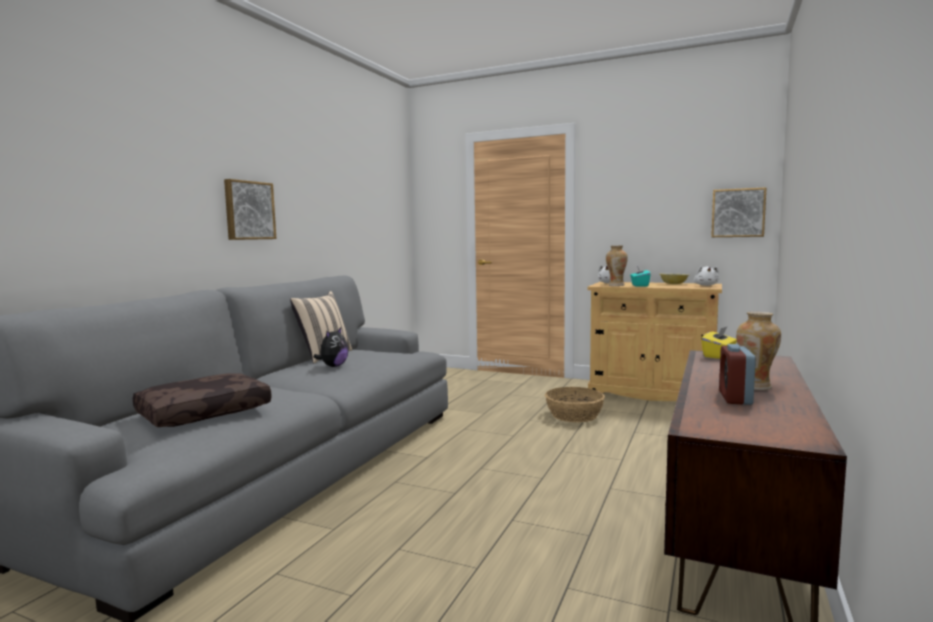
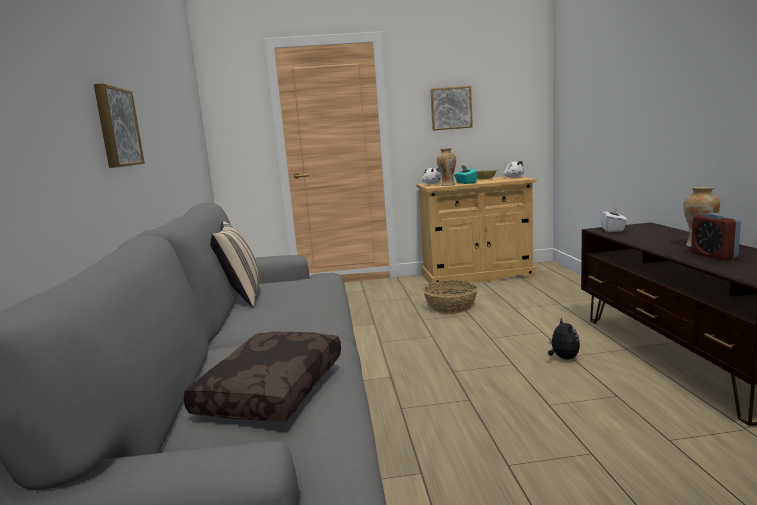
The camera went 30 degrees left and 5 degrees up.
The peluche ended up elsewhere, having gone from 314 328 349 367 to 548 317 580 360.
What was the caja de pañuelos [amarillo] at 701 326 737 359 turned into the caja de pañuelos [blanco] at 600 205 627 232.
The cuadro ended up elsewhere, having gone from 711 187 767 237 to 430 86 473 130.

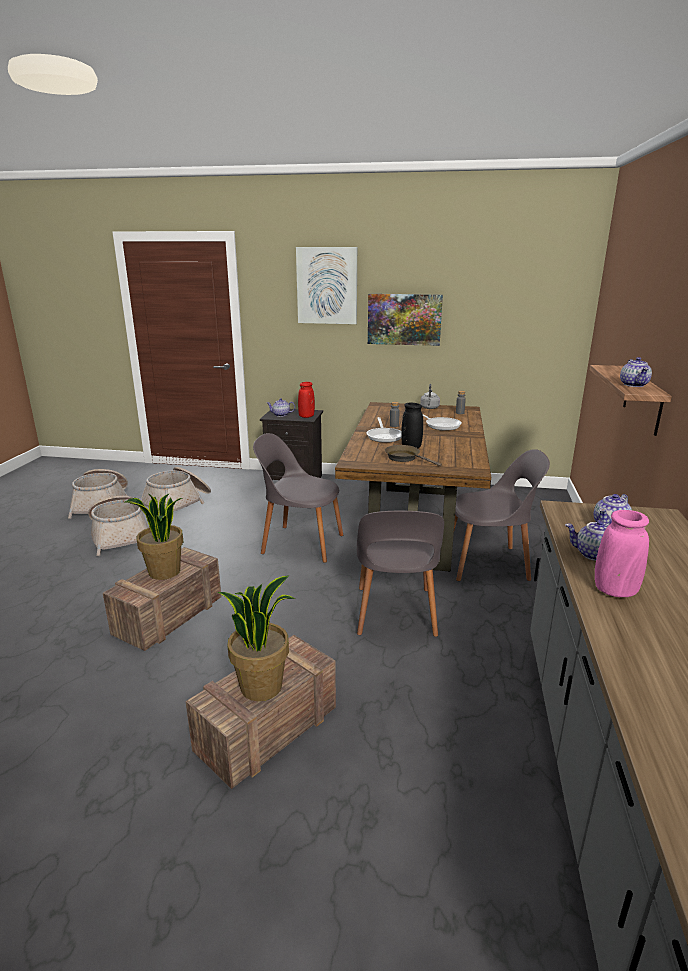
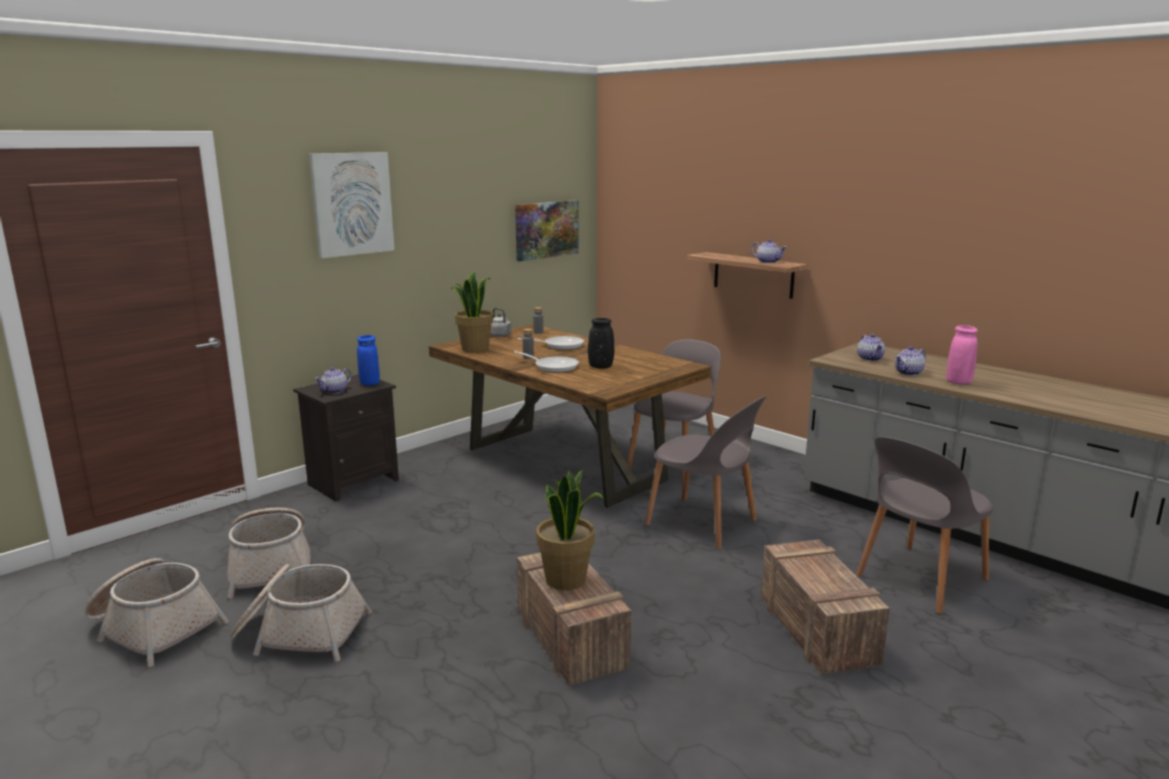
The camera went 55 degrees left and 5 degrees down.
The planta en maceta ended up elsewhere, having gone from 218 575 296 701 to 451 272 493 353.
The silla [gris] ended up elsewhere, having gone from 253 433 343 563 to 856 437 993 614.
What was the florero [rojo] at 298 382 315 418 turned into the florero [azul] at 357 335 380 386.
The cuadro ended up elsewhere, having gone from 368 294 443 346 to 515 200 579 261.
The second view lost the sartén [marrón] at 385 445 442 466.

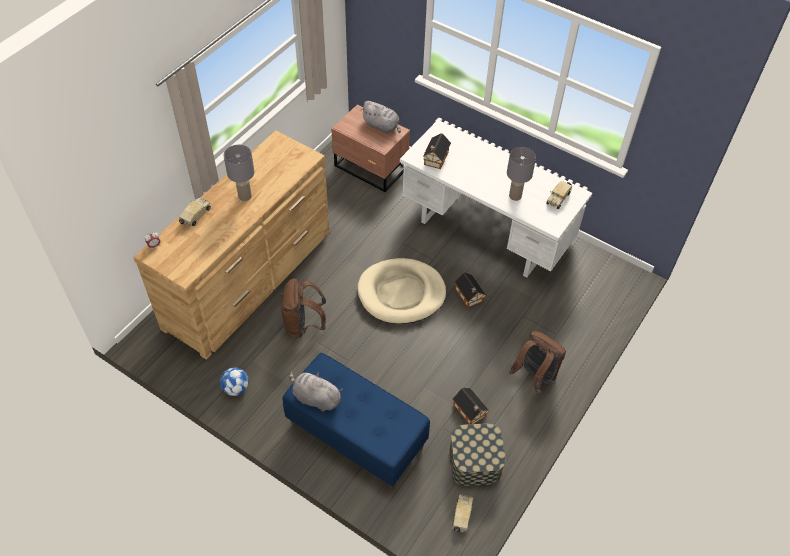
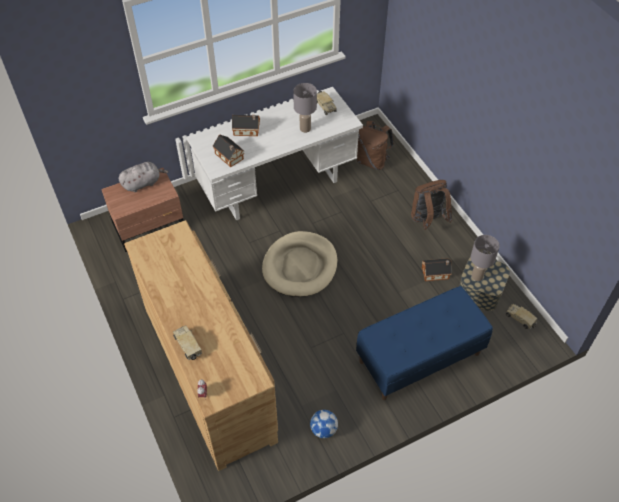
The camera went 60 degrees left and 0 degrees up.
The lámpara de mesa [gris] ended up elsewhere, having gone from 224 145 254 201 to 471 235 500 281.
The mochila [marrón] ended up elsewhere, having gone from 280 278 326 338 to 357 121 394 170.
The second view lost the peluche [gris] at 289 372 343 412.
The casita ended up elsewhere, having gone from 455 272 486 308 to 232 115 260 136.

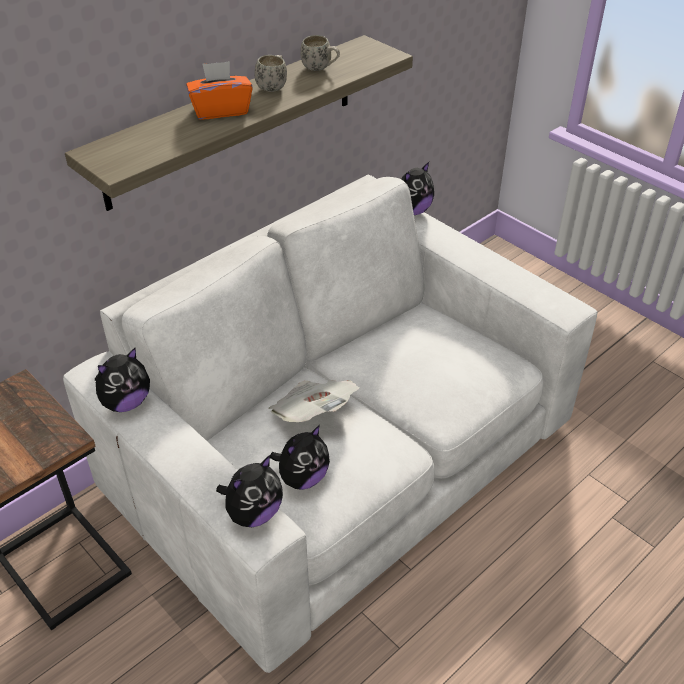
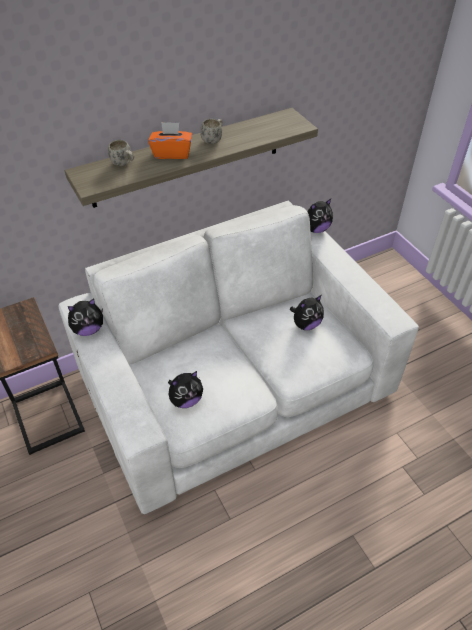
The camera went 15 degrees right and 5 degrees up.
The peluche ended up elsewhere, having gone from 216 455 283 527 to 290 295 324 330.
The second view lost the periódico at 268 380 360 422.
The taza grande [blanco] ended up elsewhere, having gone from 300 35 340 71 to 108 140 134 166.

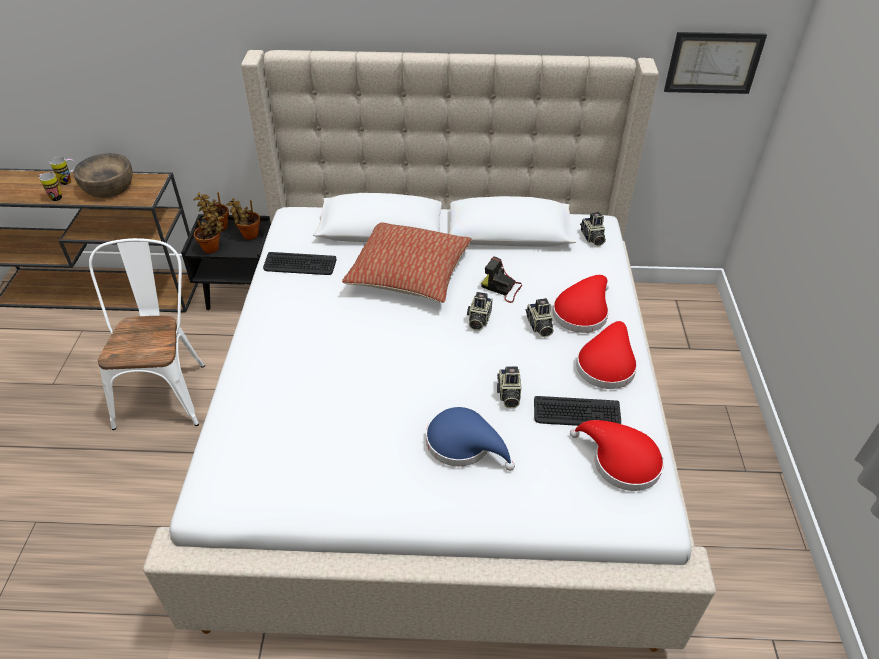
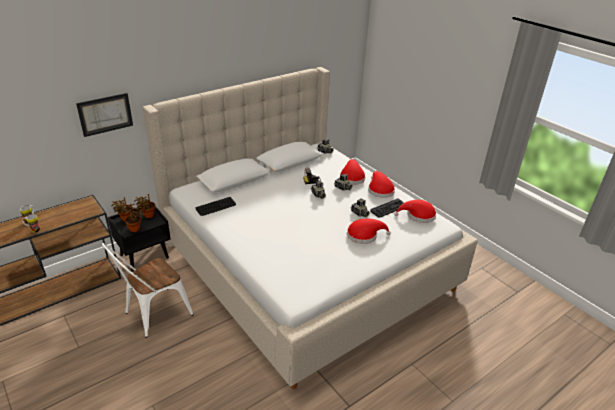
The camera went 40 degrees left and 10 degrees down.
The second view lost the cuenco [marrón] at 73 153 133 198.
The silla [blanco] at 89 238 205 430 ended up facing another way, 90 degrees counterclockwise from before.
The second view lost the cojín at 342 223 472 303.
What was the sombrero [azul] at 426 407 515 471 turned into the sombrero [rojo] at 347 219 391 244.
The cuadro ended up elsewhere, having gone from 664 32 767 94 to 76 93 133 137.

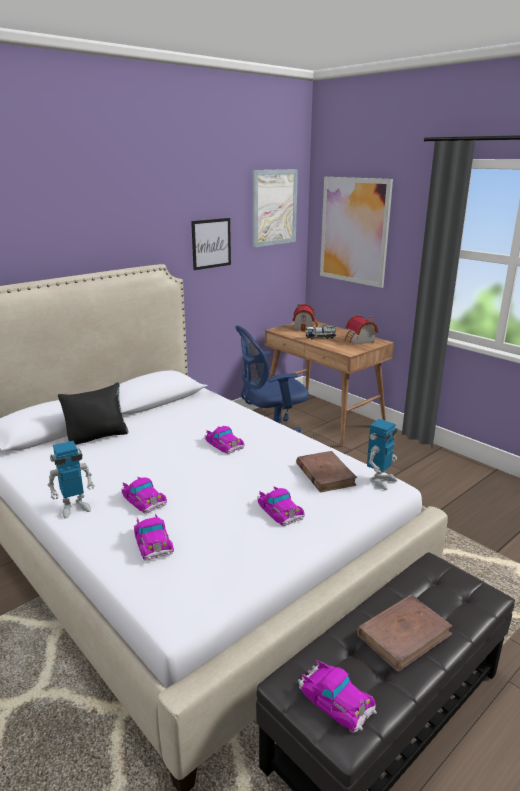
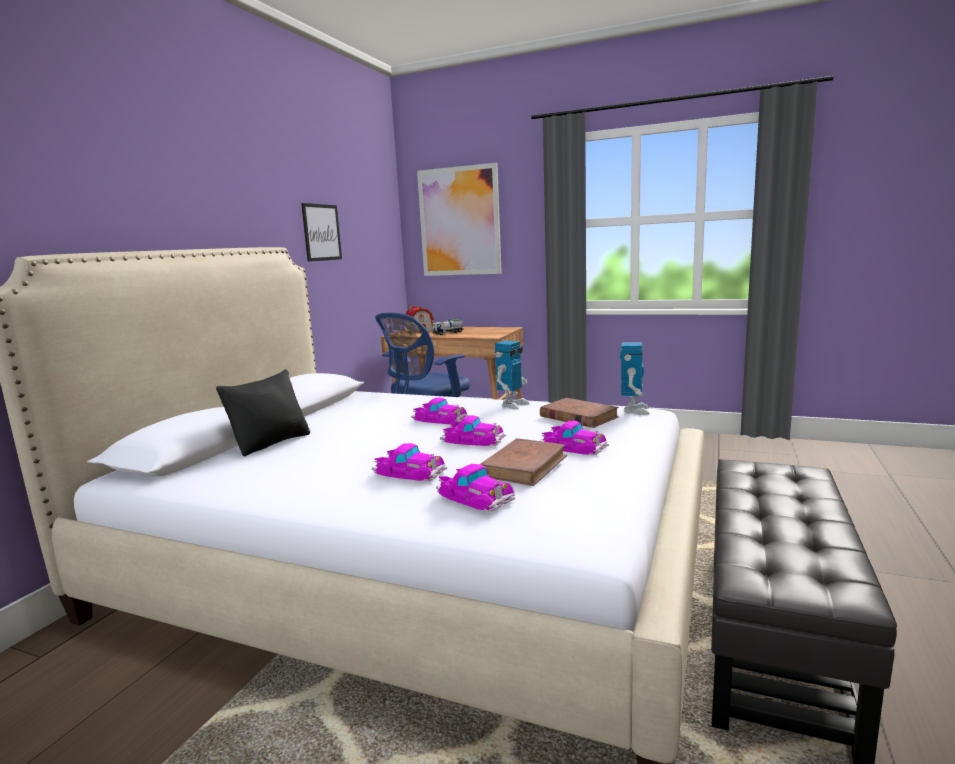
The camera went 25 degrees left and 10 degrees down.
The robot de juguete ended up elsewhere, having gone from 48 441 95 519 to 495 341 530 410.
The second view lost the cuadro at 252 169 298 247.
The coche de juguete ended up elsewhere, having gone from 298 660 377 733 to 440 415 506 446.
The second view lost the casita at 344 315 378 344.
The libro [marrón] ended up elsewhere, having gone from 357 595 453 672 to 481 438 567 486.

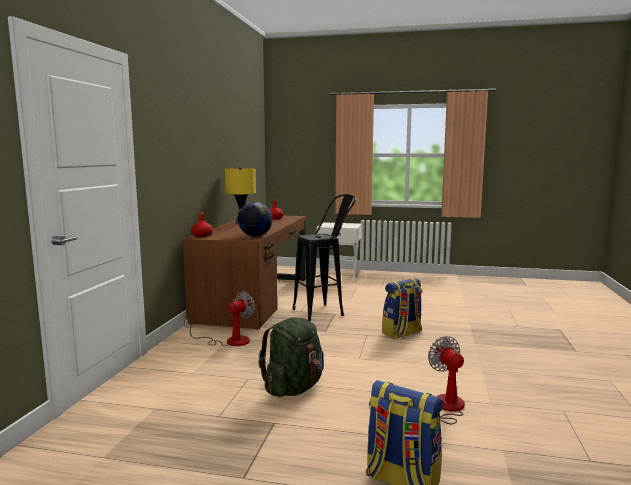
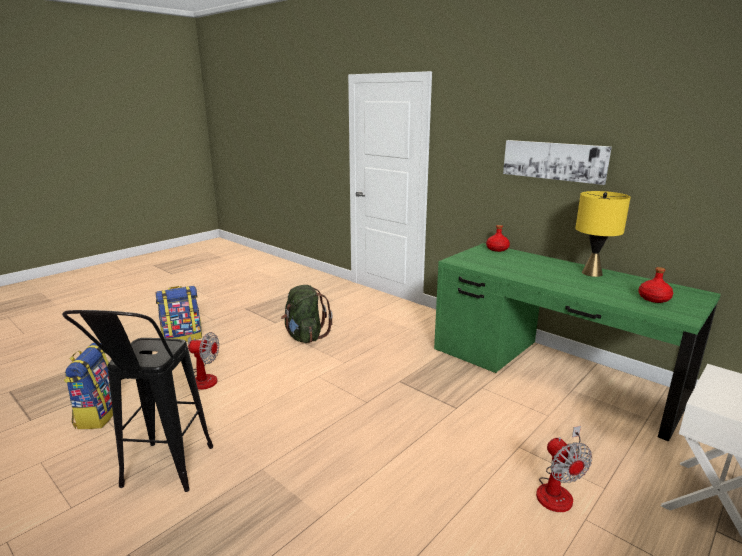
The camera went 120 degrees right and 10 degrees up.
What was the escritorio [marrón] at 183 215 306 330 turned into the escritorio [verde] at 434 243 721 442.
The ventilador ended up elsewhere, having gone from 184 291 255 346 to 536 426 592 512.
The second view lost the globo terráqueo at 238 202 273 237.
The taburete [negro] ended up elsewhere, having gone from 293 194 356 321 to 62 310 213 492.
The mochila ended up elsewhere, having gone from 382 278 423 339 to 64 343 113 429.
The second view gained the cuadro at 503 140 612 185.

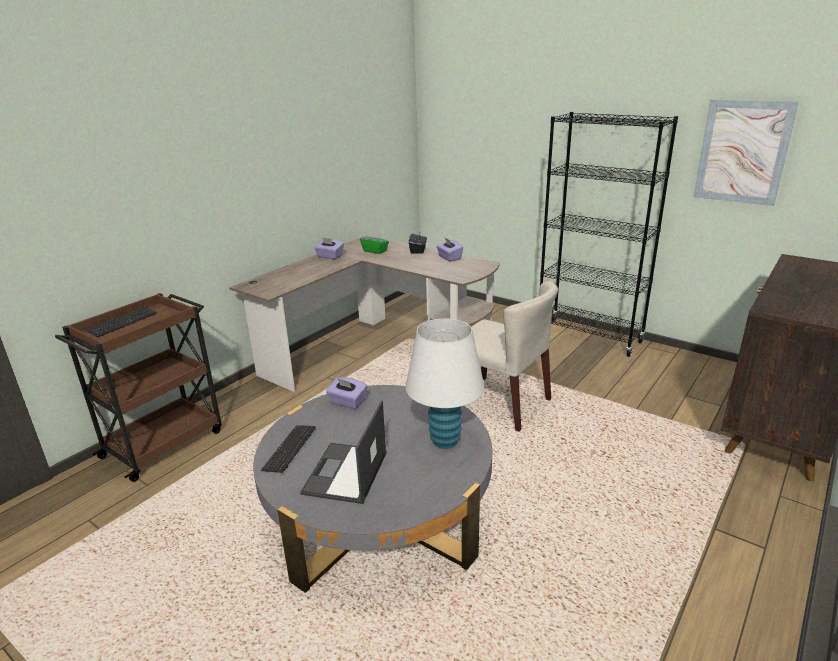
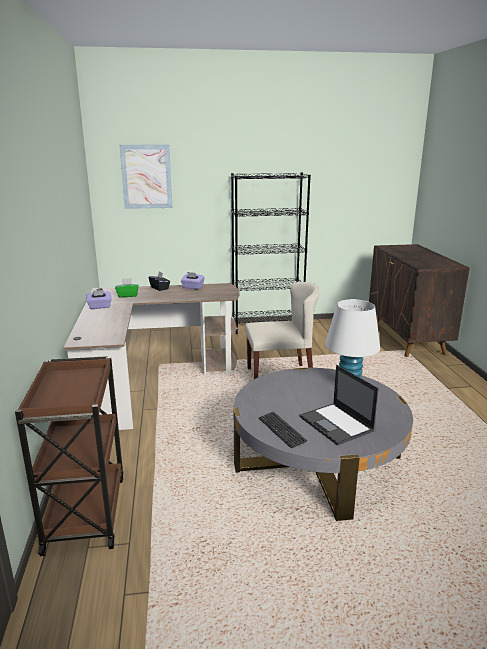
The camera went 45 degrees left and 5 degrees down.
The second view lost the teclado at 86 307 157 337.
The second view lost the caja de pañuelos [morado] at 326 377 367 409.
The cuadro ended up elsewhere, having gone from 693 100 799 206 to 119 145 172 209.

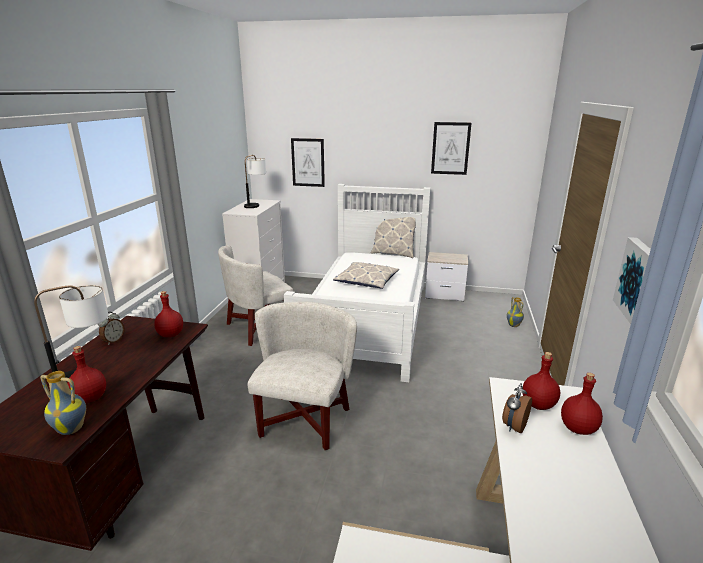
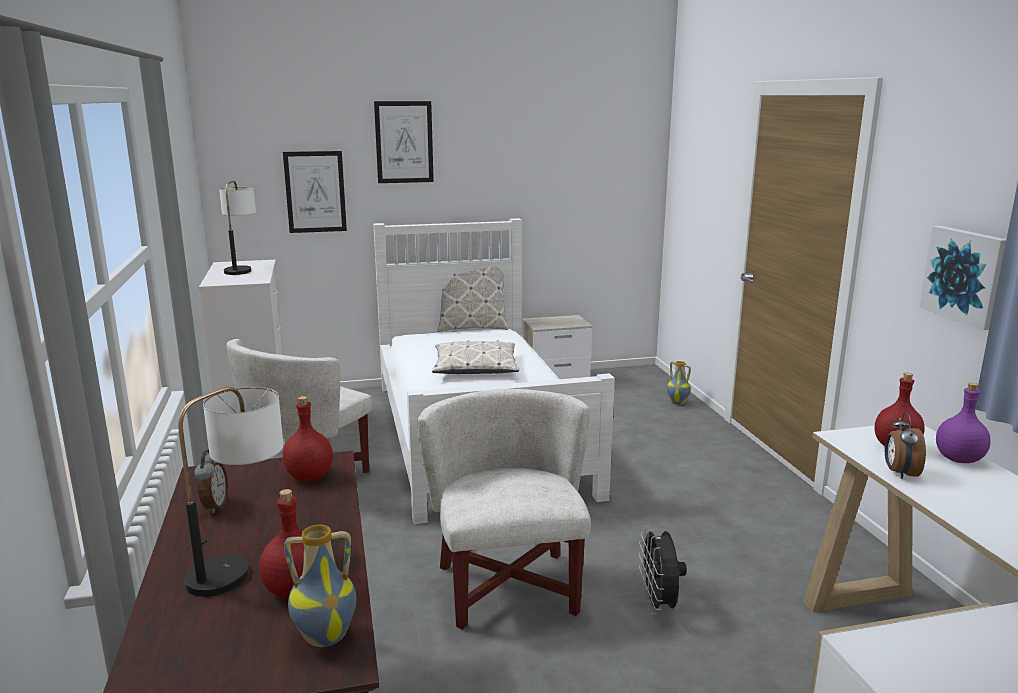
The camera went 25 degrees left and 5 degrees down.
The cuadro ended up elsewhere, having gone from 431 122 471 175 to 374 101 434 183.
What was the botella [rojo] at 561 373 603 435 turned into the botella [morado] at 936 383 991 463.
The second view gained the ventilador [negro] at 639 526 687 614.

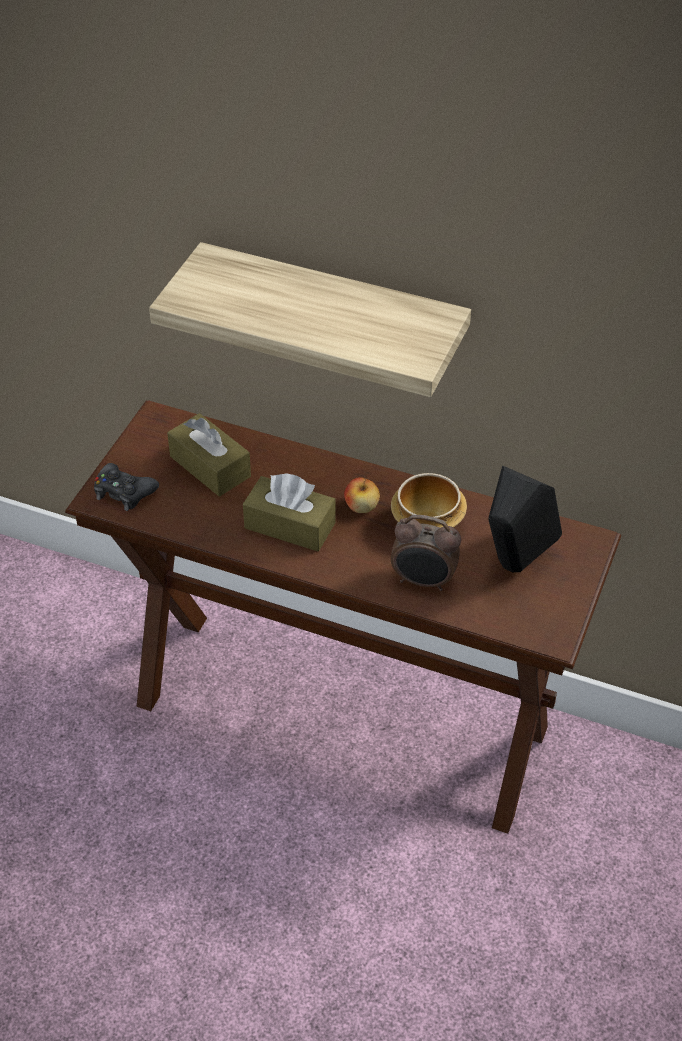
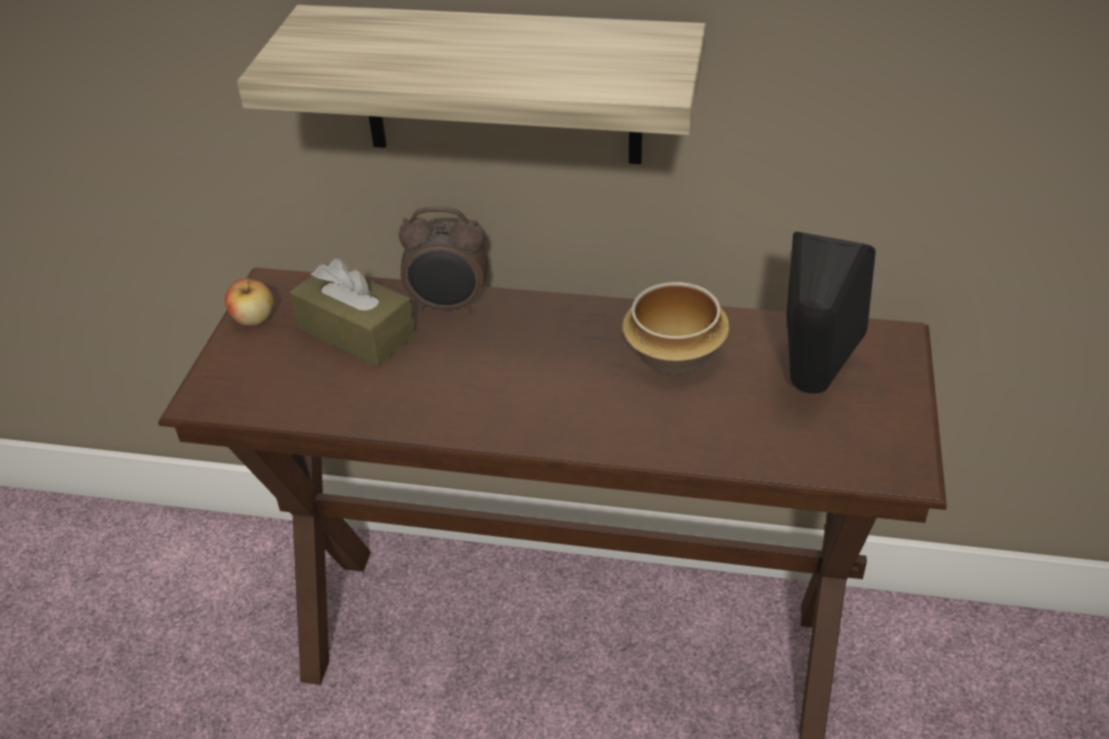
The camera went 10 degrees left and 5 degrees down.
The second view lost the mando de consola [negro] at 94 463 159 511.
The second view lost the caja de pañuelos [marrón] at 243 473 336 551.
The manzana ended up elsewhere, having gone from 344 477 380 513 to 225 277 274 326.
The despertador ended up elsewhere, having gone from 391 515 461 591 to 399 207 487 312.

